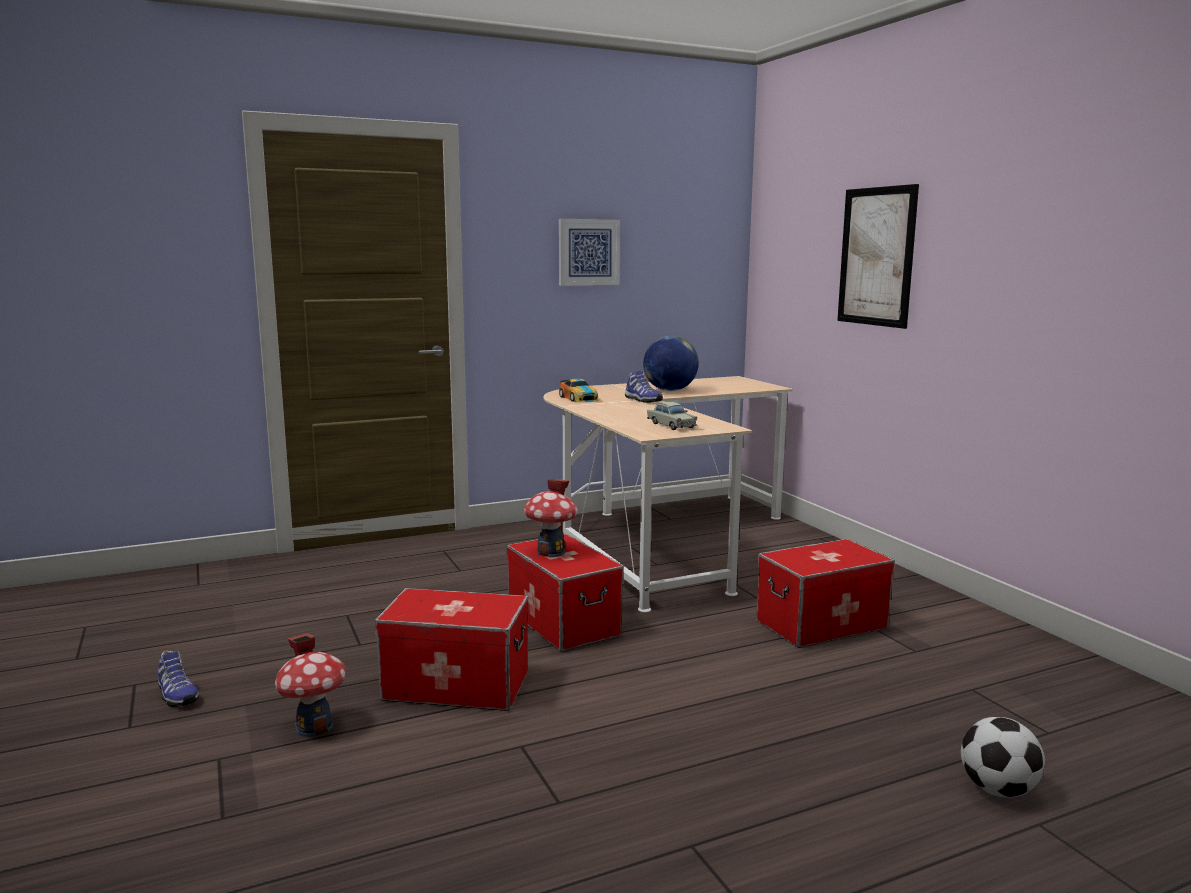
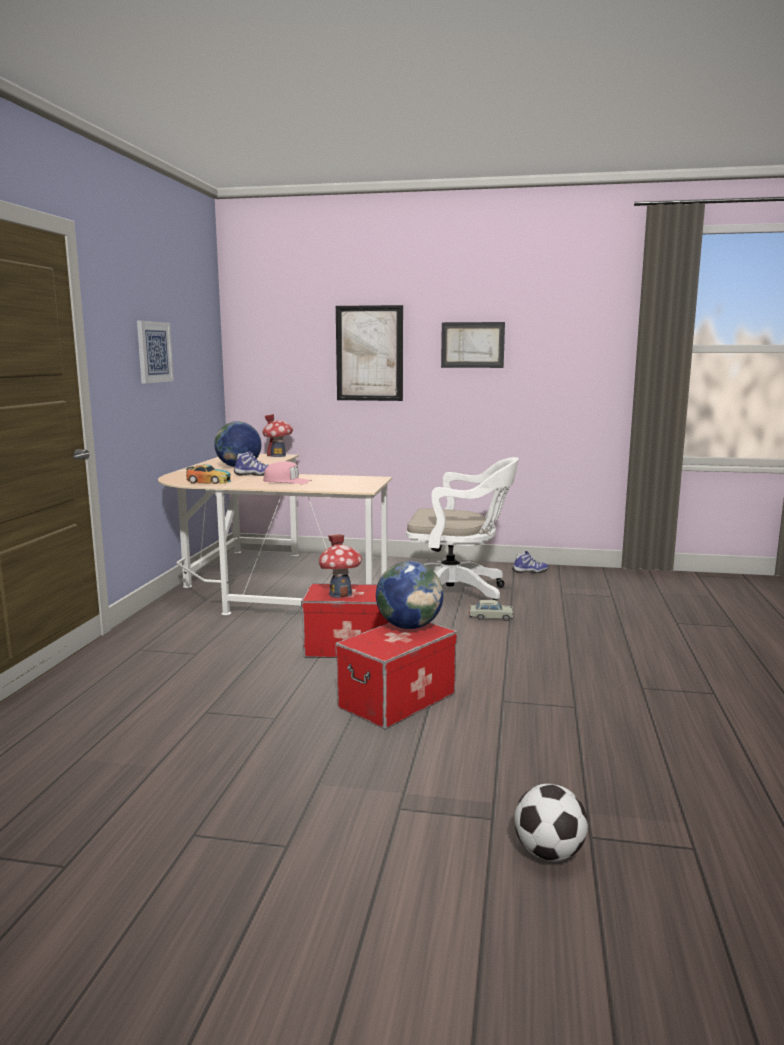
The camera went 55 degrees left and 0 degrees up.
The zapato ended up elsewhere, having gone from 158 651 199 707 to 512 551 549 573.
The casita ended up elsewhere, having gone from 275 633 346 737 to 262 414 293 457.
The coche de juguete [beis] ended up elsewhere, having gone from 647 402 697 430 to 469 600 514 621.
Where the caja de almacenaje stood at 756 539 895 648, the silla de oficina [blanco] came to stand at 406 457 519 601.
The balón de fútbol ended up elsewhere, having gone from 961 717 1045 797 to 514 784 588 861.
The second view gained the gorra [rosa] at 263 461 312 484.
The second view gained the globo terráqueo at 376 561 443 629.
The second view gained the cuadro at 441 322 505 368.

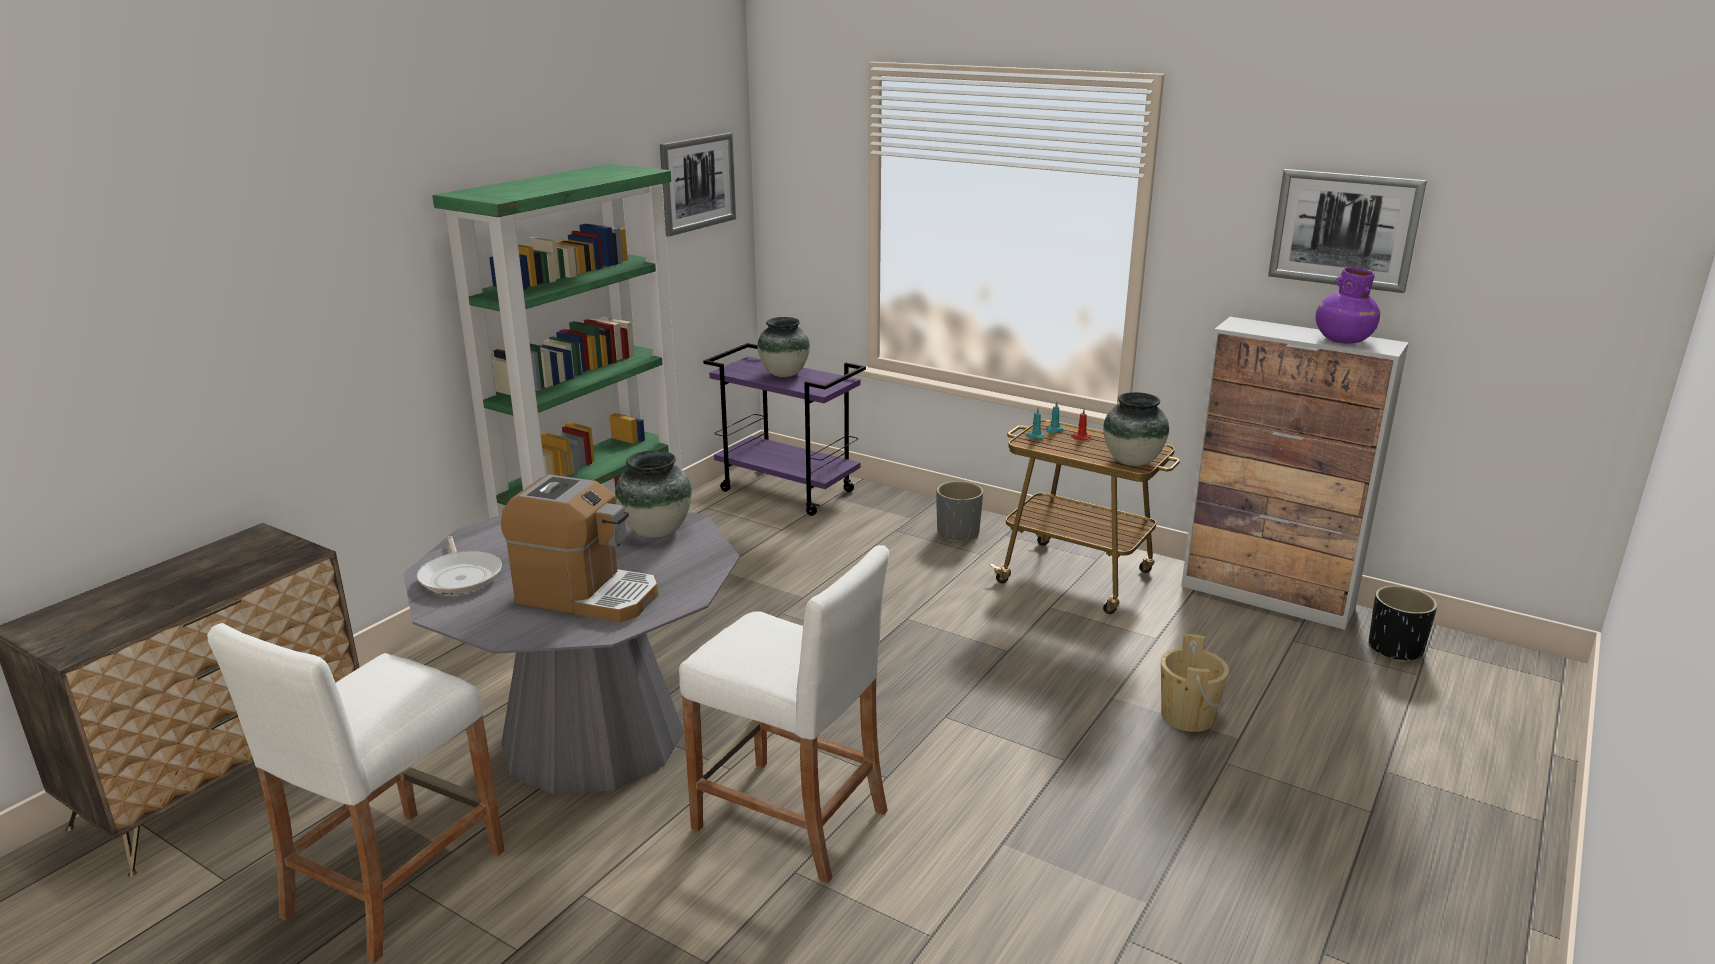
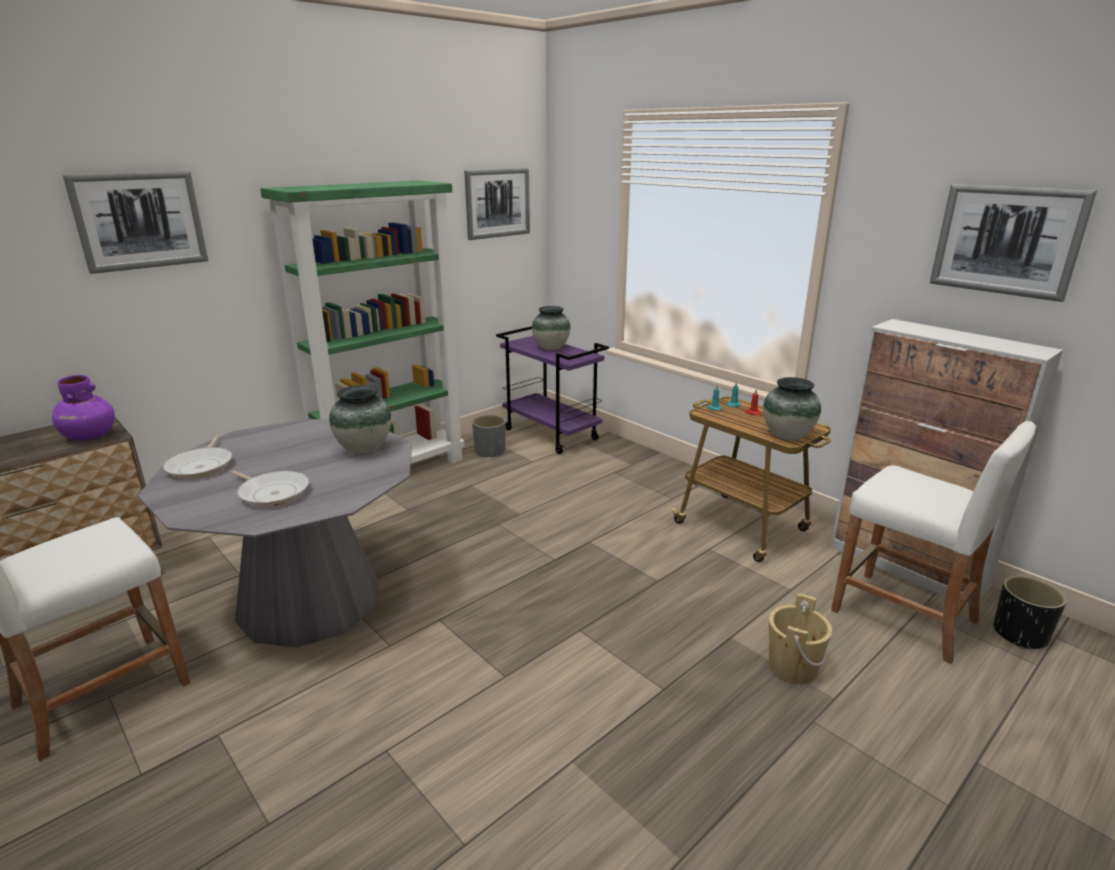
The camera went 15 degrees right and 0 degrees up.
Where the cafetera stood at 501 474 658 622, the sartén came to stand at 229 470 309 507.
The taburete [blanco] ended up elsewhere, having gone from 679 545 889 883 to 831 421 1036 664.
The maceta [gris] ended up elsewhere, having gone from 936 481 983 541 to 472 415 506 457.
The florero [morado] ended up elsewhere, having gone from 1316 268 1380 344 to 52 375 115 441.
The second view gained the cuadro at 63 171 208 274.

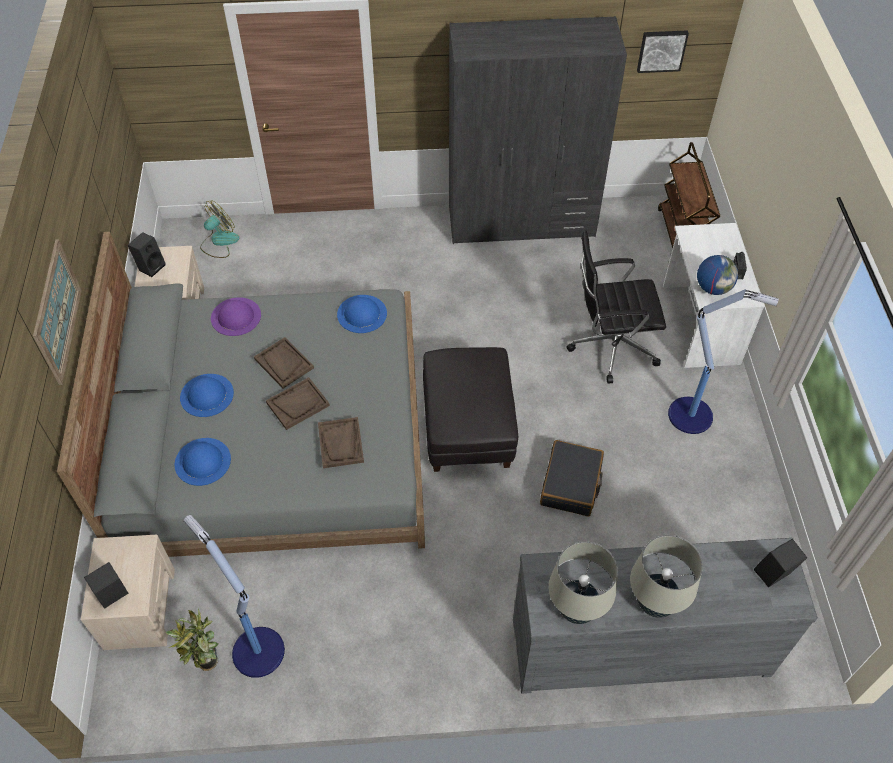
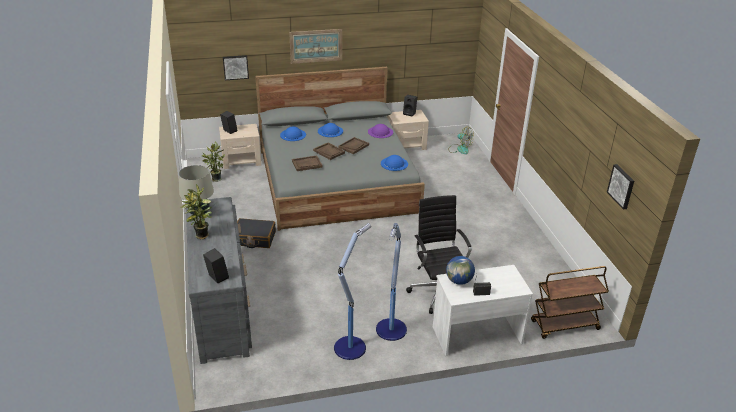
The camera went 80 degrees right and 20 degrees down.
The lámpara de pie ended up elsewhere, having gone from 184 515 285 678 to 334 223 371 360.
The second view lost the puf [negro] at 423 347 518 472.
The second view lost the armario ropero [gris] at 449 16 627 244.
The maleta [negro] ended up elsewhere, having gone from 540 440 604 516 to 237 218 276 248.
Where the lámpara de mesa [beis] stood at 630 535 703 618, the planta en maceta came to stand at 180 184 213 239.
The second view gained the cuadro at 223 55 249 80.

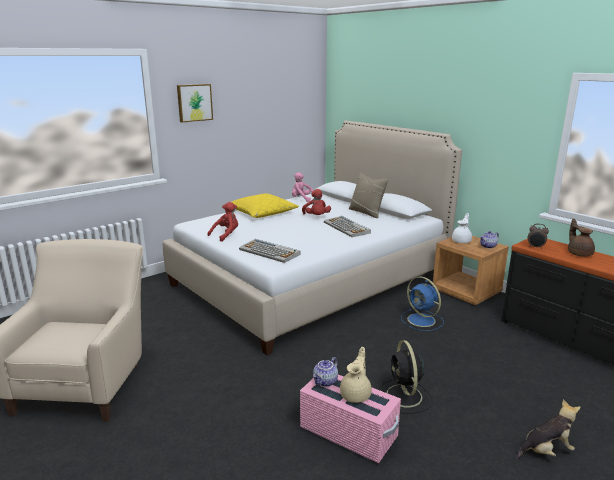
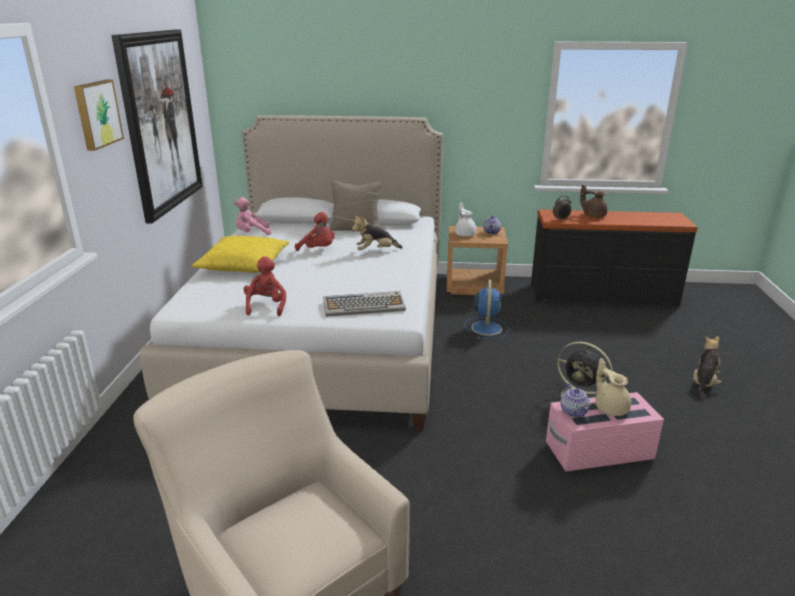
The camera went 45 degrees left and 5 degrees up.
Where the teclado stood at 324 216 371 237, the peluche came to stand at 352 215 403 250.
The ventilador [azul] at 401 277 444 331 ended up facing another way, 90 degrees counterclockwise from before.
The second view gained the cuadro at 111 30 203 224.

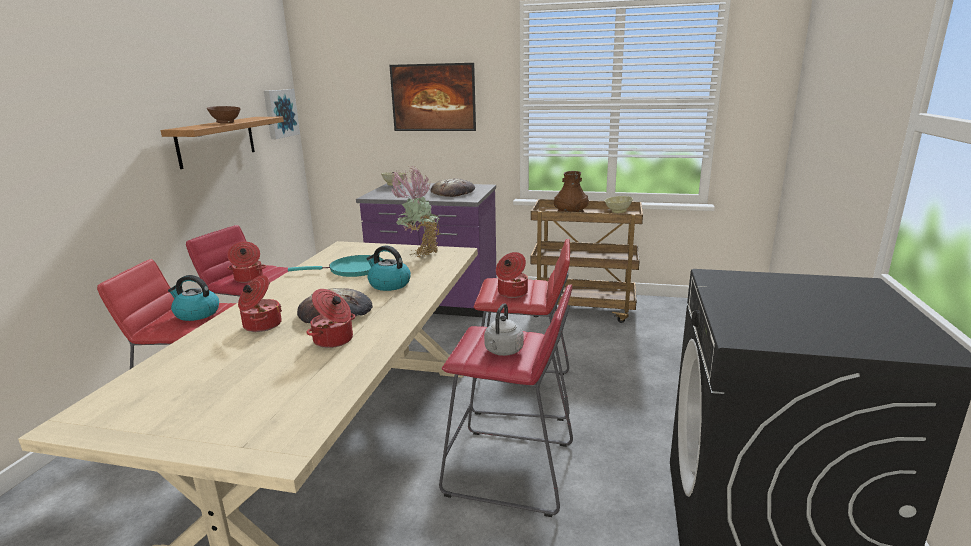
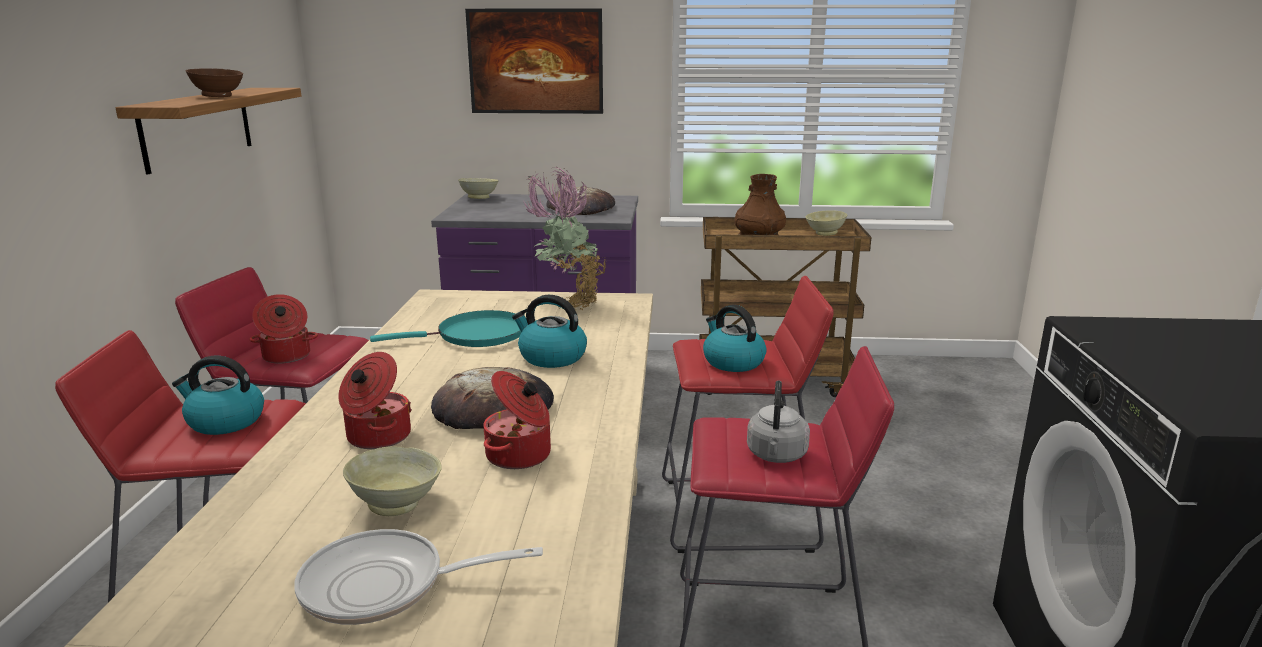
The camera went 10 degrees left and 0 degrees up.
The second view lost the cuadro at 264 89 300 139.
Where the olla stood at 496 252 528 298, the hervidor came to stand at 703 305 766 372.
The second view gained the sartén at 295 529 543 625.
The second view gained the cuenco [beis] at 343 446 442 516.

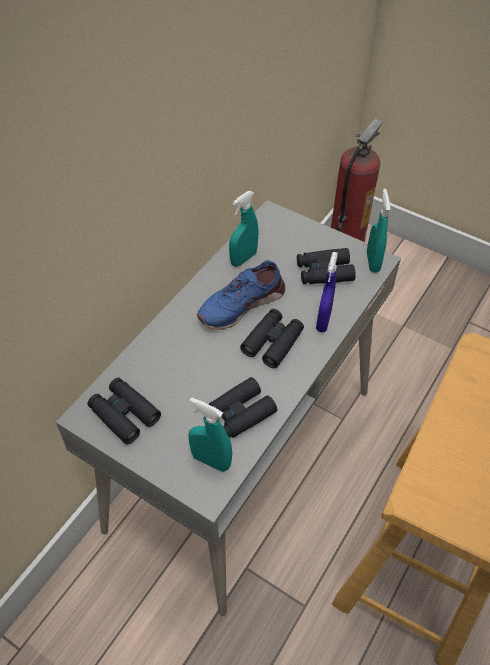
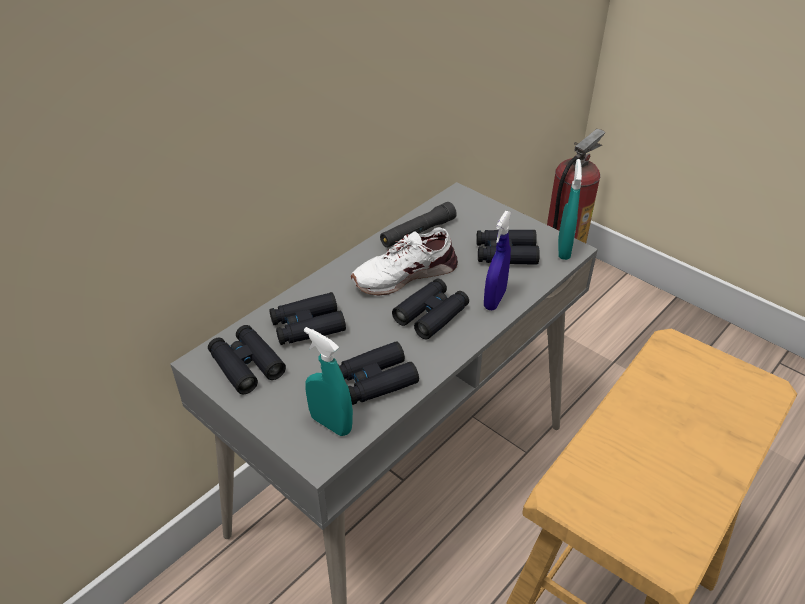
The camera went 10 degrees right and 10 degrees down.
What was the zapato [azul] at 197 260 285 330 turned into the zapato [blanco] at 351 227 458 296.
Where the pulverizador [turquesa] stood at 229 191 258 267, the linterna [negro] came to stand at 380 202 457 248.
The second view gained the prismáticos [negro] at 270 292 346 345.

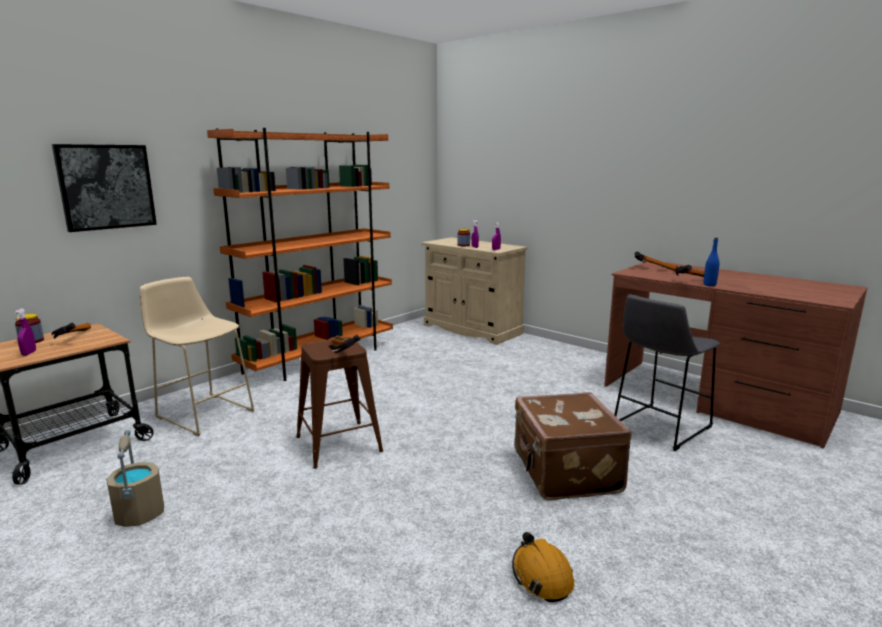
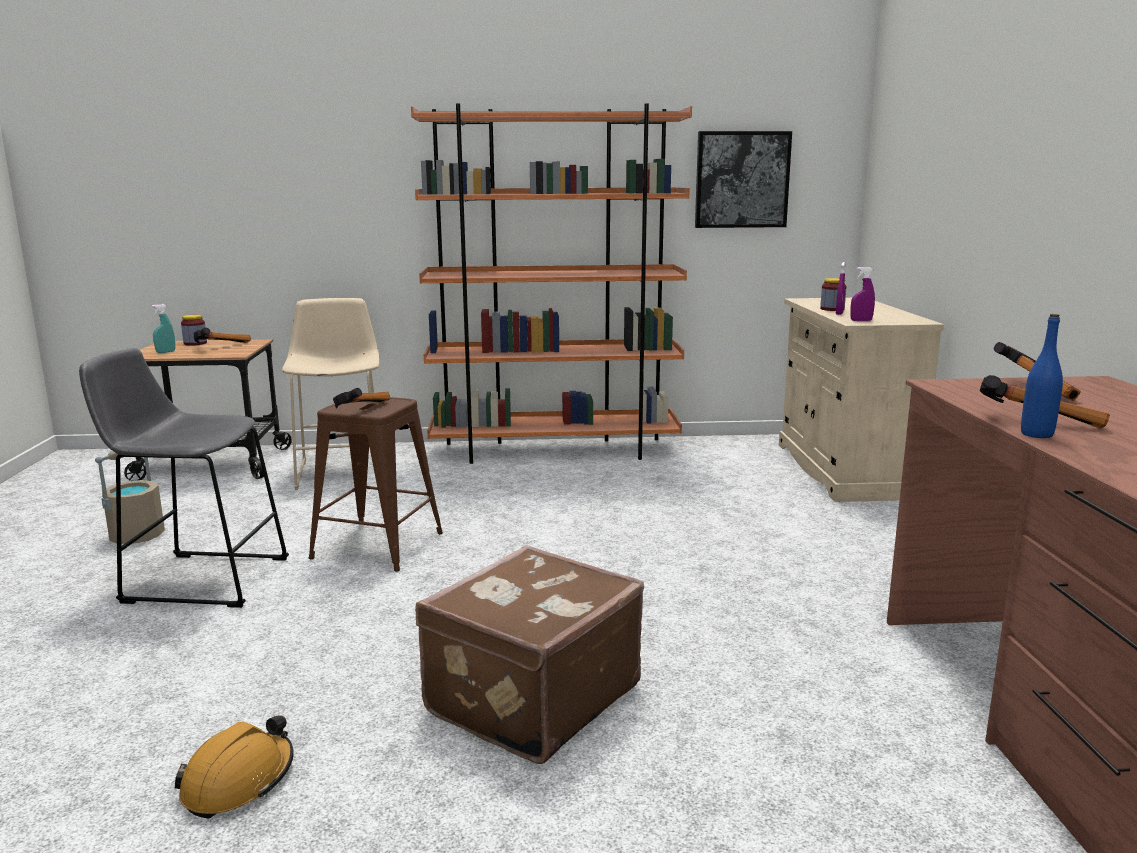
The camera went 45 degrees right and 0 degrees up.
What was the pulverizador [morado] at 14 309 36 356 turned into the pulverizador [turquesa] at 151 304 175 353.
The cuadro ended up elsewhere, having gone from 52 144 157 232 to 695 131 792 228.
The taburete [gris] ended up elsewhere, having gone from 614 294 720 451 to 79 348 289 608.

